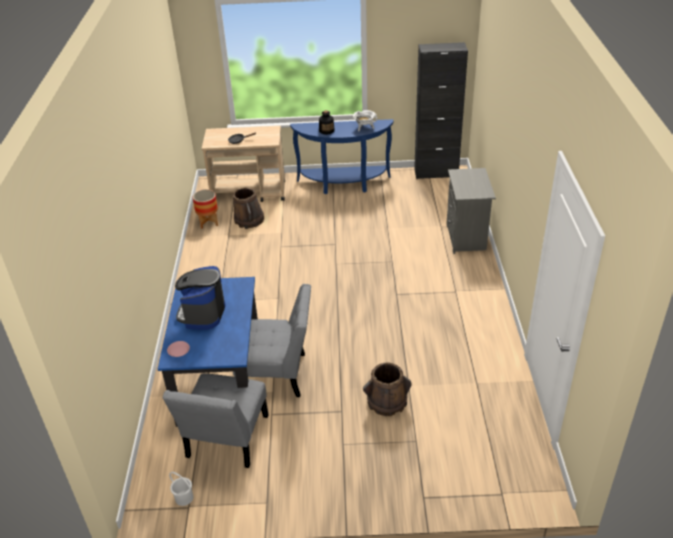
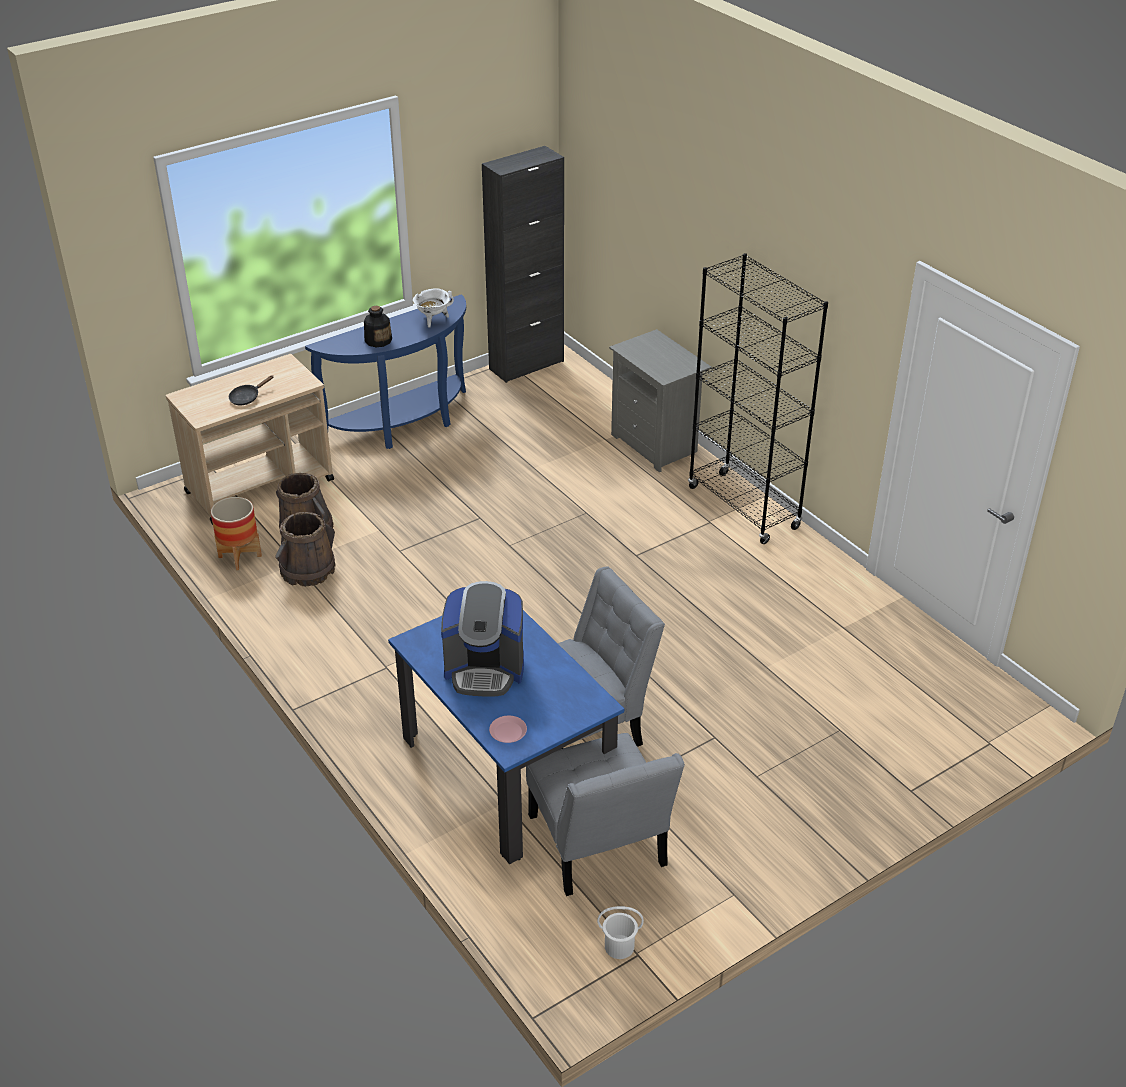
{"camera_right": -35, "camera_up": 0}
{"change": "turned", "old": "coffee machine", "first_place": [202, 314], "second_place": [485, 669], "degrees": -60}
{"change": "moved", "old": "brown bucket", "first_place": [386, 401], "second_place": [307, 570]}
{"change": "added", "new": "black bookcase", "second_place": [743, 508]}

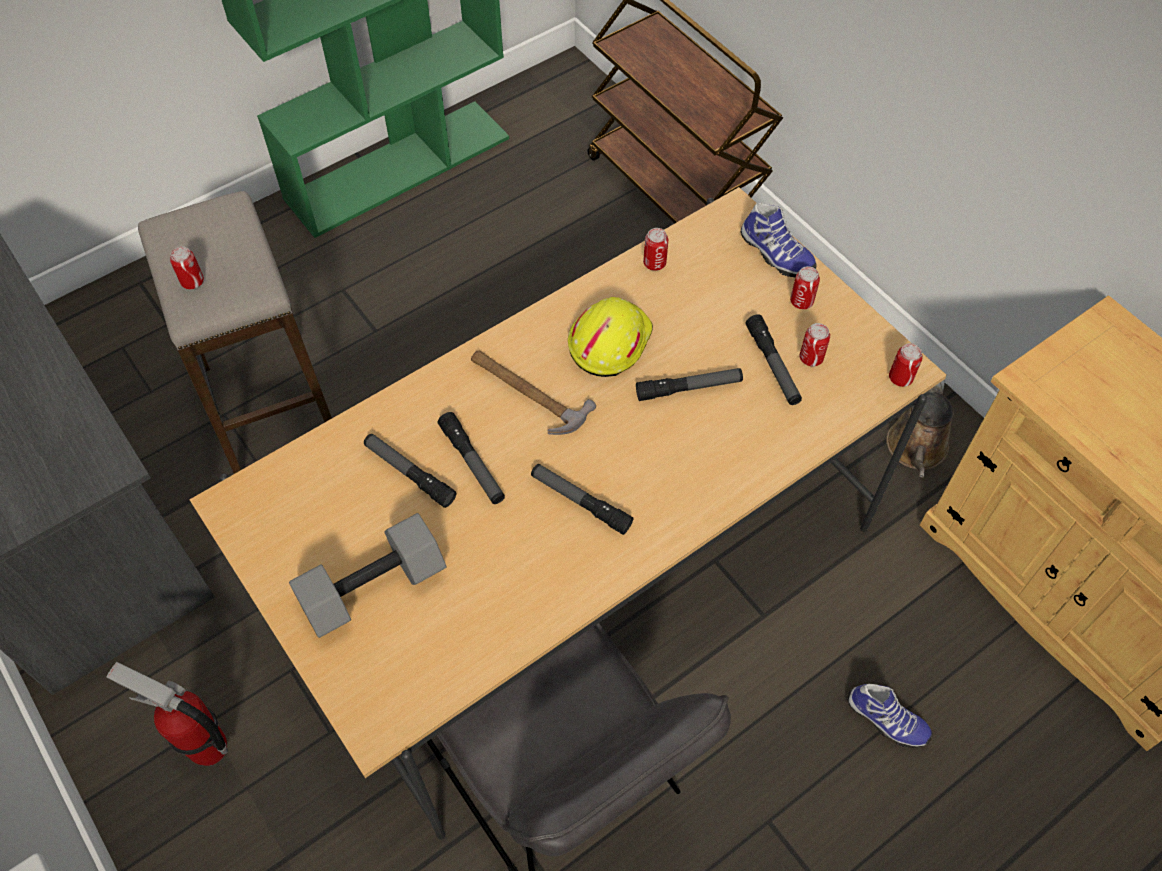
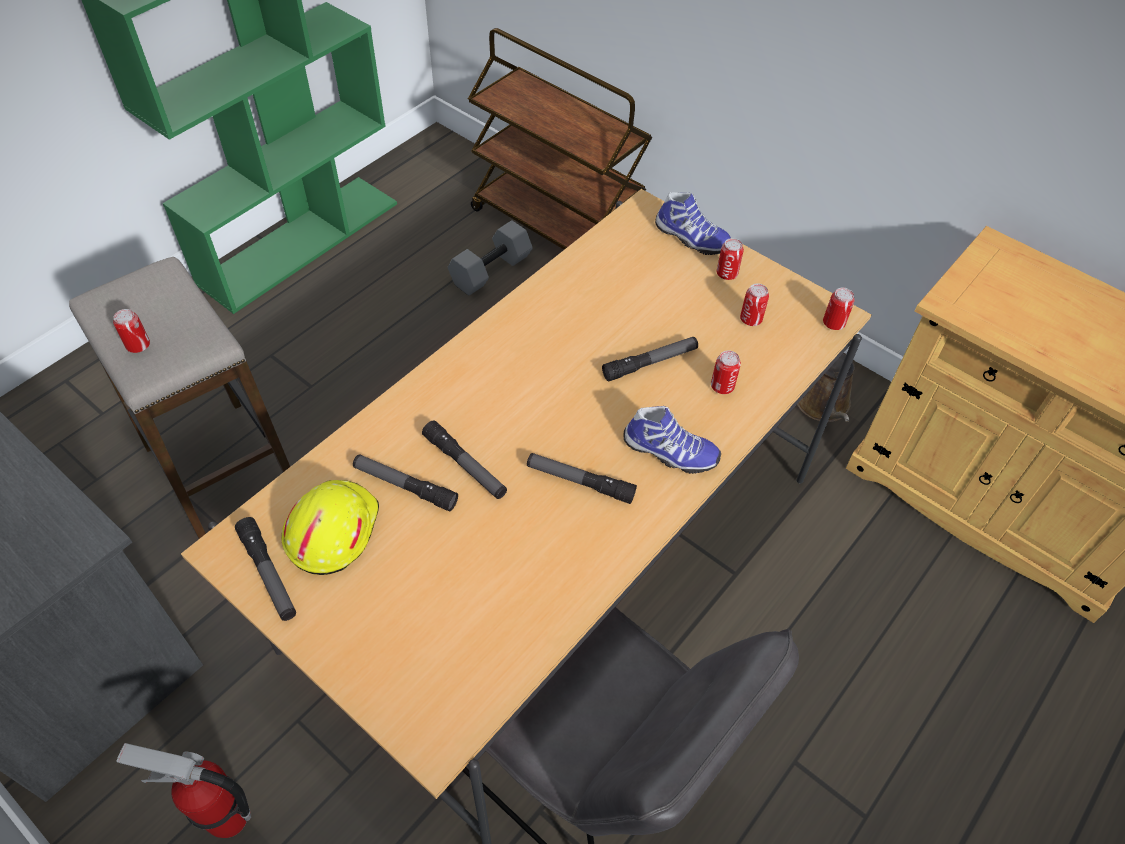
{"camera_right": -15, "camera_up": -5}
{"change": "moved", "old": "can", "first_place": [654, 263], "second_place": [722, 386]}
{"change": "moved", "old": "yellow hard hat", "first_place": [608, 341], "second_place": [331, 530]}
{"change": "moved", "old": "flashlight", "first_place": [773, 365], "second_place": [268, 573]}
{"change": "removed", "old": "hammer", "first_place": [526, 392]}
{"change": "moved", "old": "grey dumbbell", "first_place": [372, 590], "second_place": [491, 272]}
{"change": "moved", "old": "shoe", "first_place": [886, 720], "second_place": [669, 453]}

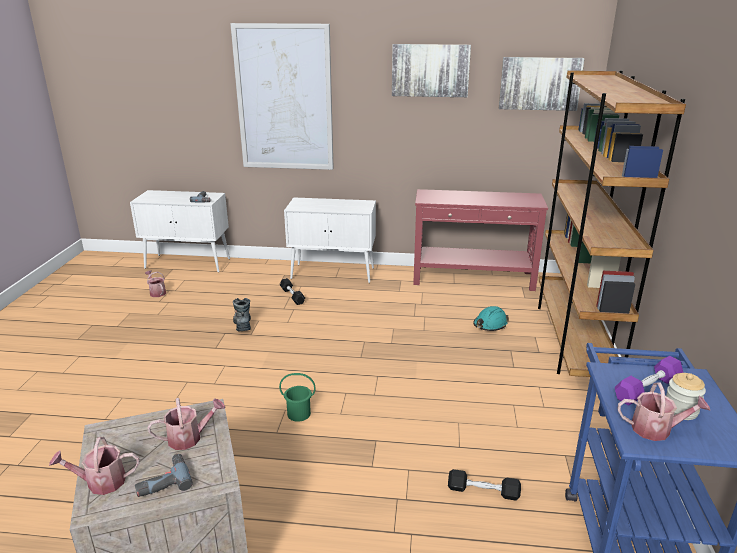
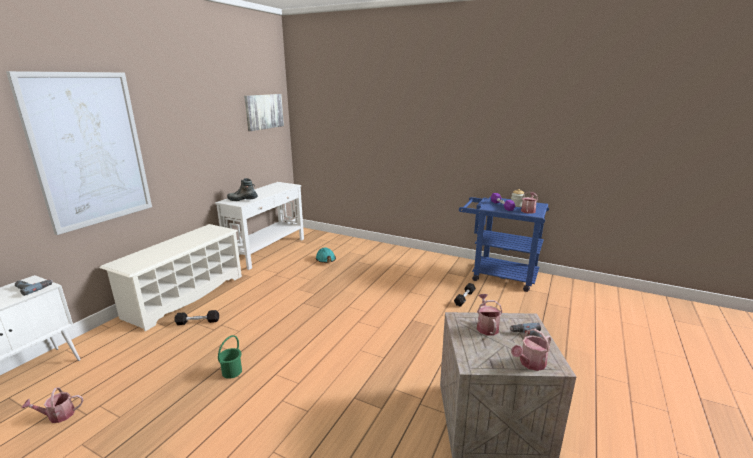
{"camera_right": -70, "camera_up": -5}
{"change": "removed", "old": "picture", "first_place": [430, 70]}
{"change": "removed", "old": "brown bookcase", "first_place": [573, 339]}
{"change": "recoloured", "old": "red console table", "new": "white console table", "first_place": [473, 279], "second_place": [267, 250]}
{"change": "replaced", "old": "white cabinet", "new": "white shoe rack", "first_place": [333, 273], "second_place": [185, 296]}
{"change": "moved", "old": "boot", "first_place": [242, 324], "second_place": [242, 199]}
{"change": "moved", "old": "green bucket", "first_place": [298, 413], "second_place": [231, 372]}
{"change": "turned", "old": "watering can", "first_place": [101, 482], "second_place": [530, 364], "degrees": 45}

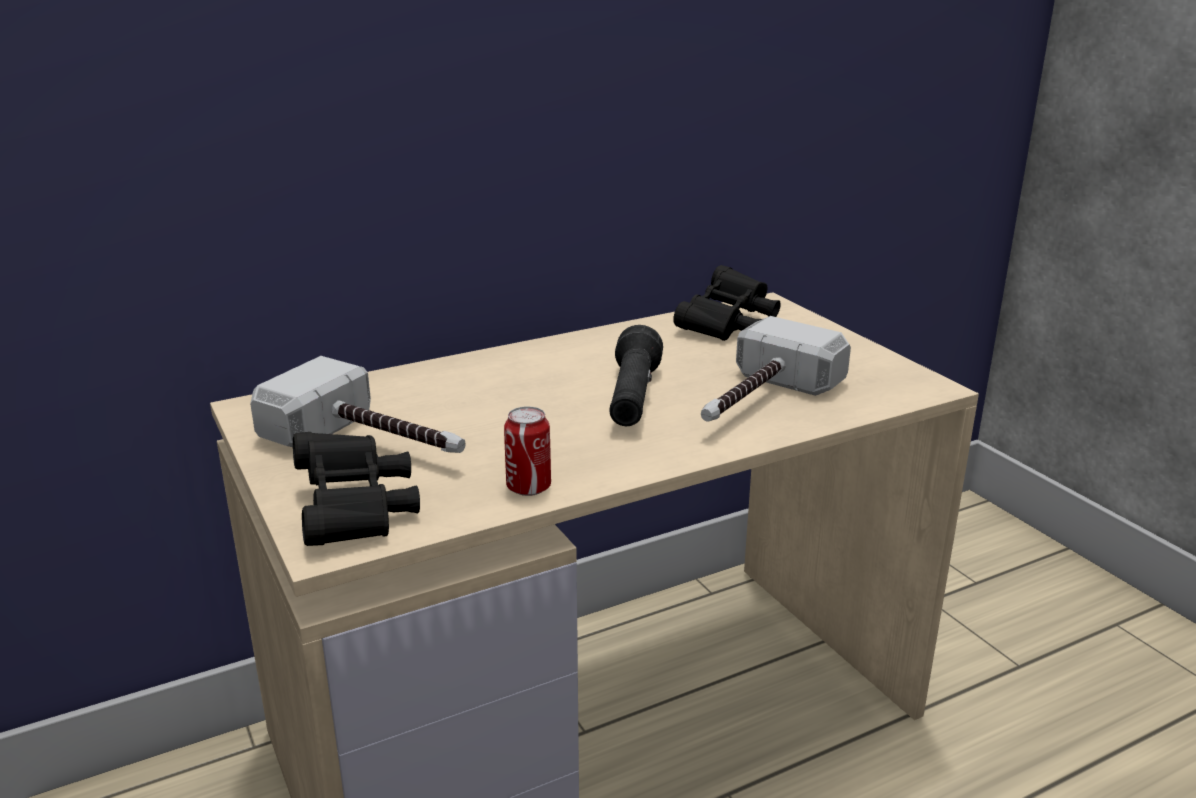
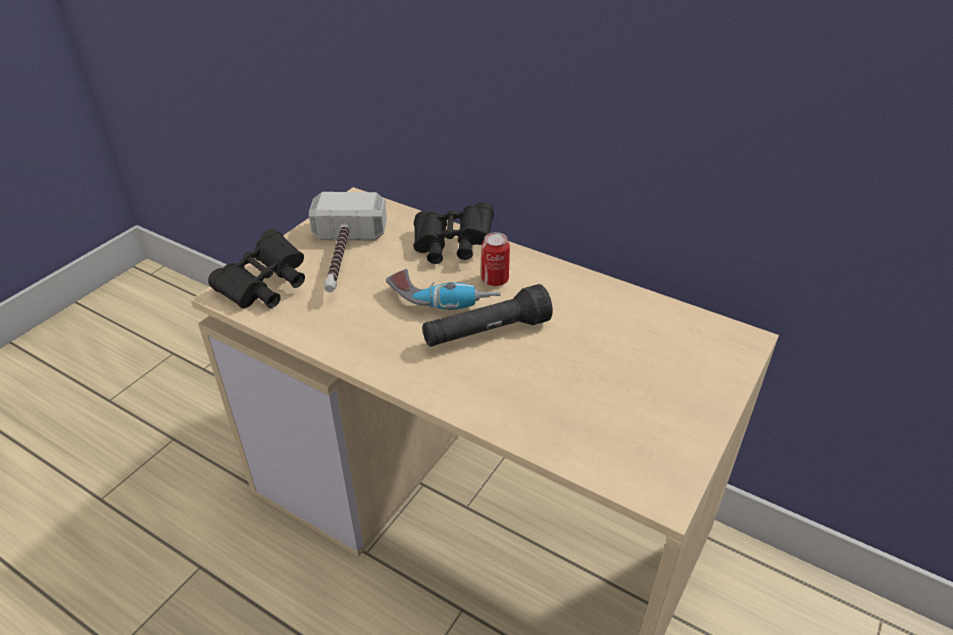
{"camera_right": 60, "camera_up": 15}
{"change": "moved", "old": "black binoculars", "first_place": [728, 326], "second_place": [451, 247]}
{"change": "removed", "old": "hammer", "first_place": [758, 401]}
{"change": "moved", "old": "can", "first_place": [528, 487], "second_place": [495, 280]}
{"change": "added", "new": "power drill", "second_place": [443, 299]}

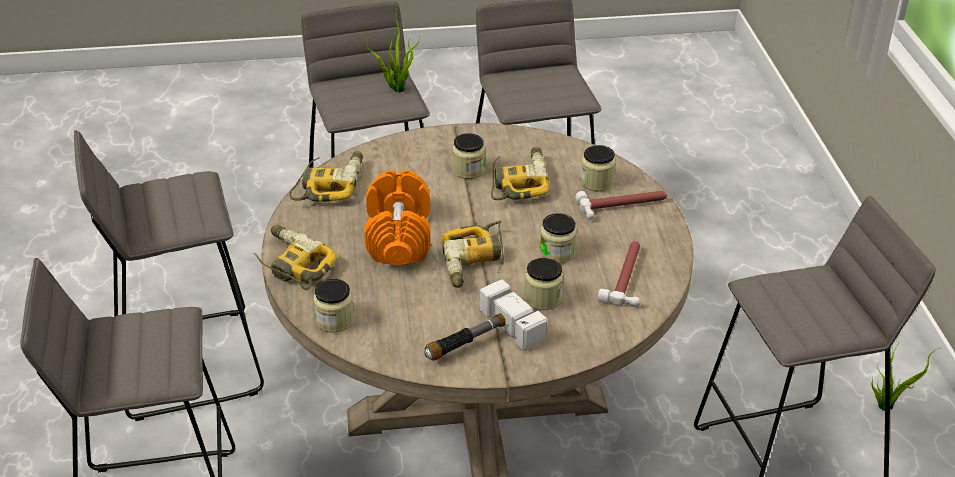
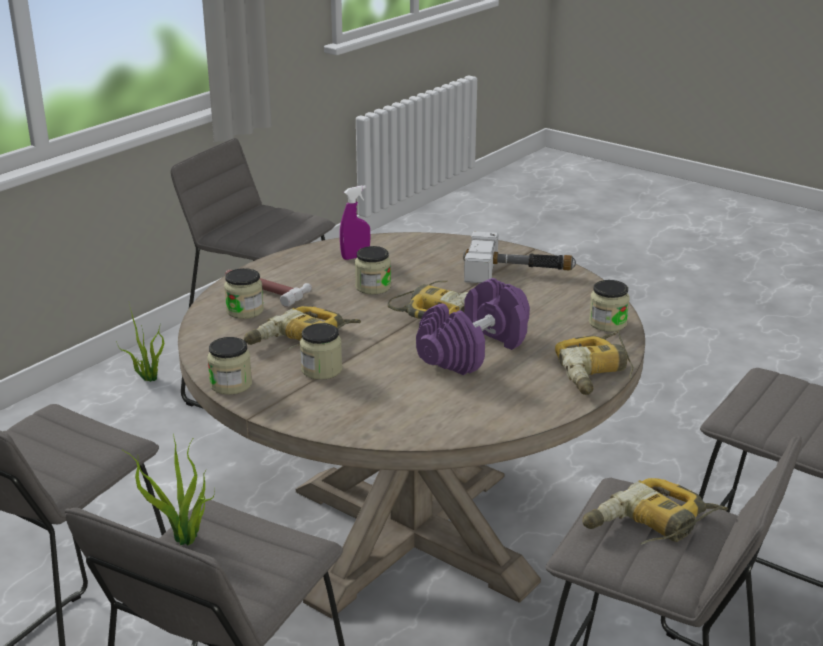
{"camera_right": -135, "camera_up": -10}
{"change": "moved", "old": "power drill", "first_place": [329, 184], "second_place": [651, 527]}
{"change": "recoloured", "old": "orange dumbbell", "new": "purple dumbbell", "first_place": [398, 236], "second_place": [473, 351]}
{"change": "replaced", "old": "hammer", "new": "purple spray bottle", "first_place": [627, 276], "second_place": [355, 257]}
{"change": "moved", "old": "jar", "first_place": [543, 298], "second_place": [231, 384]}

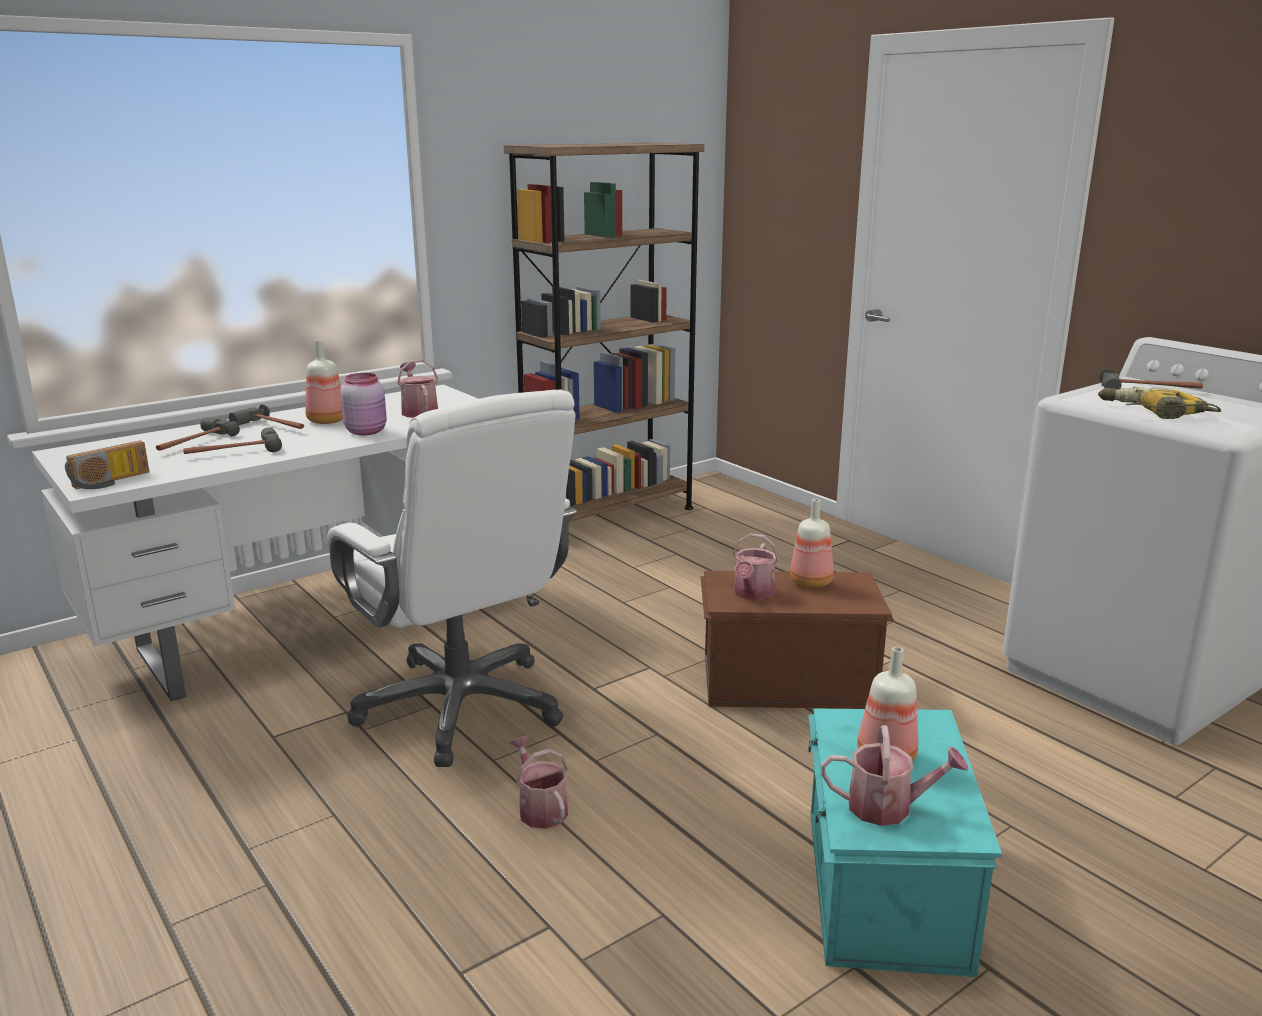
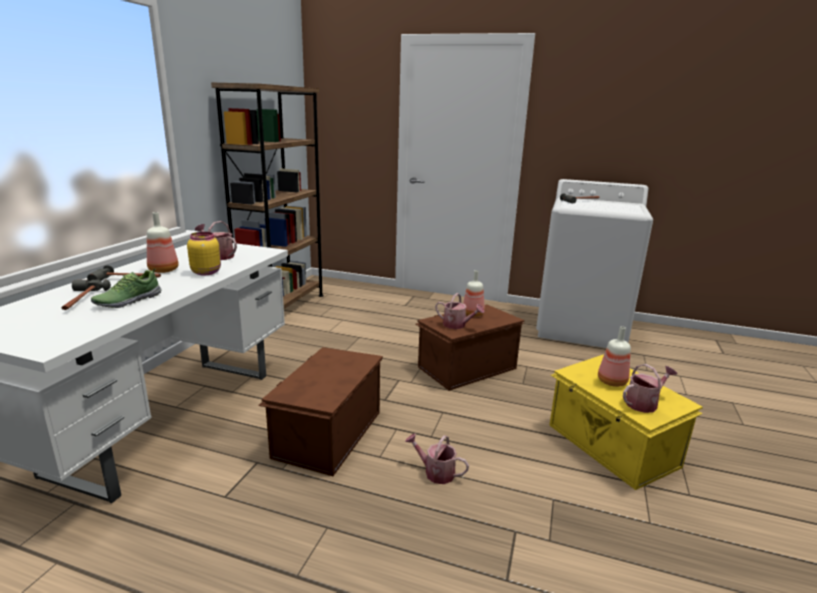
{"camera_right": -35, "camera_up": 0}
{"change": "recoloured", "old": "pink jar", "new": "yellow jar", "first_place": [367, 431], "second_place": [206, 272]}
{"change": "removed", "old": "power drill", "first_place": [1154, 413]}
{"change": "replaced", "old": "white office chair", "new": "brown storage box", "first_place": [461, 707], "second_place": [326, 434]}
{"change": "replaced", "old": "hammer", "new": "shoe", "first_place": [233, 452], "second_place": [128, 300]}
{"change": "removed", "old": "radio", "first_place": [111, 482]}
{"change": "turned", "old": "watering can", "first_place": [752, 593], "second_place": [457, 325], "degrees": -45}
{"change": "recoloured", "old": "turquoise storage box", "new": "yellow storage box", "first_place": [881, 888], "second_place": [611, 446]}

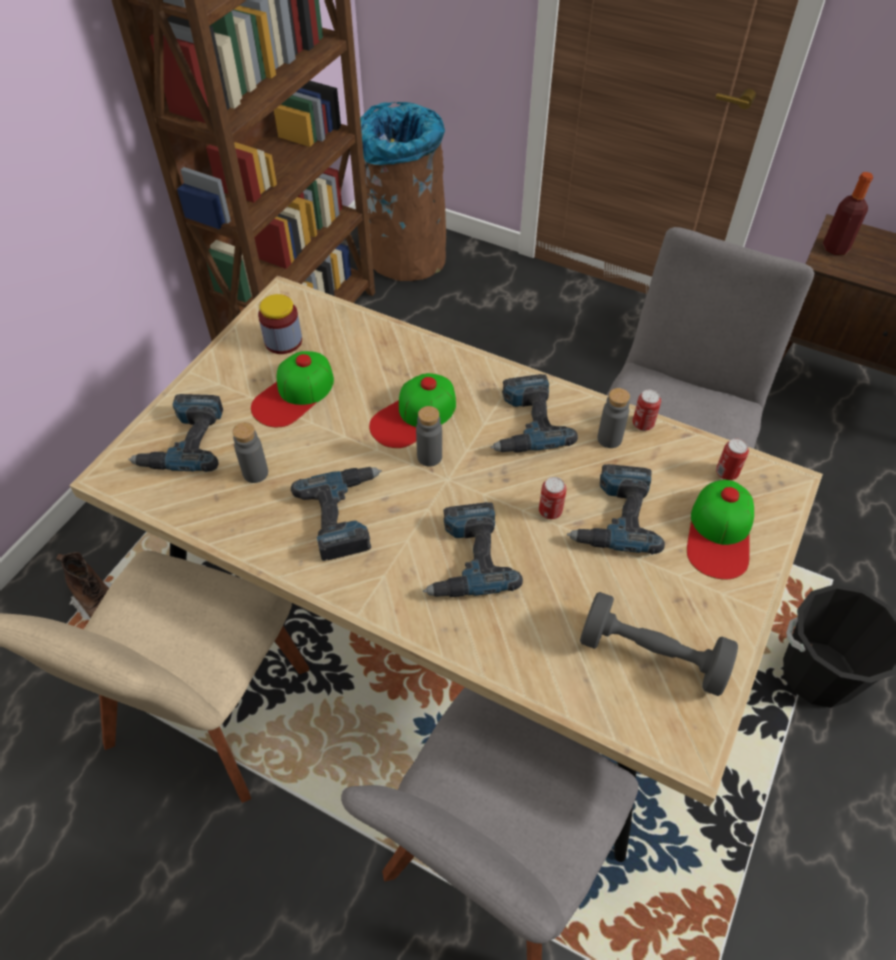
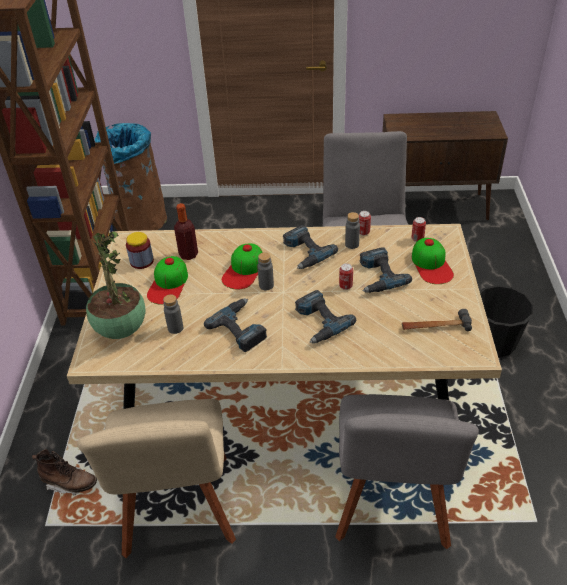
{"camera_right": -25, "camera_up": -10}
{"change": "moved", "old": "bottle", "first_place": [835, 248], "second_place": [188, 254]}
{"change": "replaced", "old": "power drill", "new": "potted plant", "first_place": [184, 441], "second_place": [121, 329]}
{"change": "replaced", "old": "grey dumbbell", "new": "hammer", "first_place": [652, 655], "second_place": [436, 326]}

